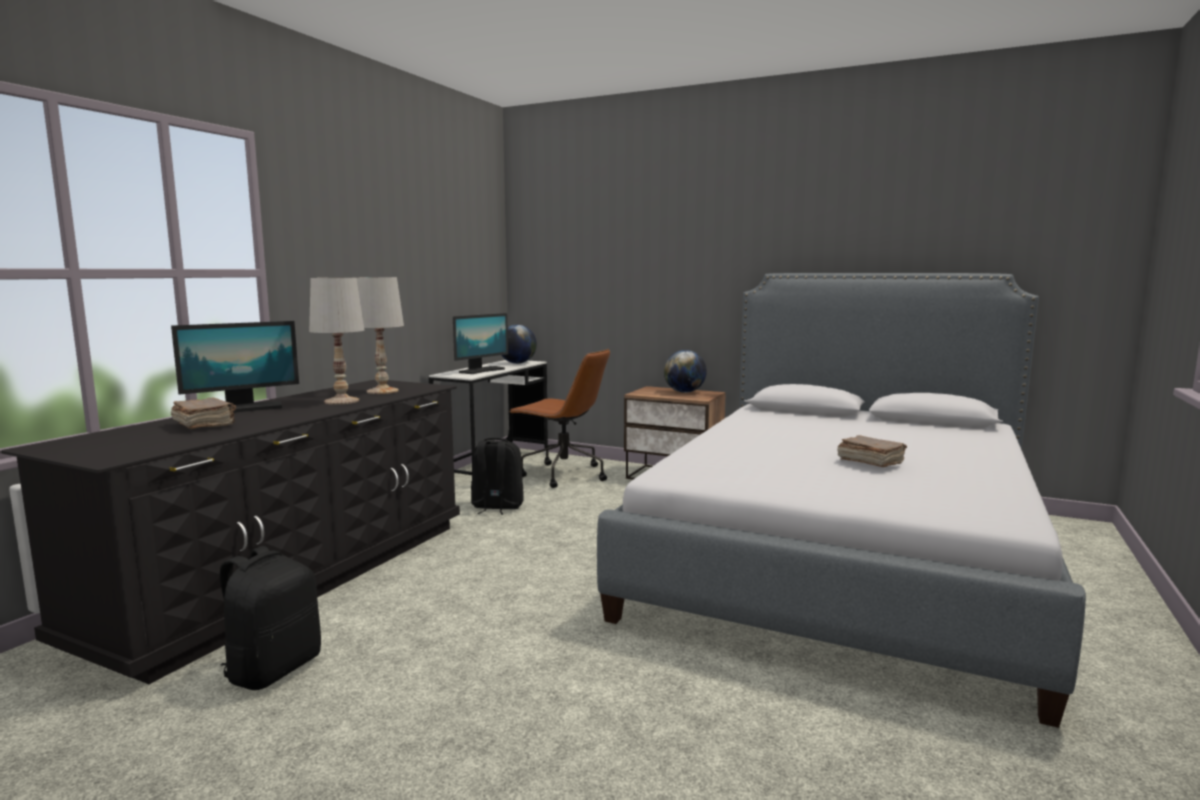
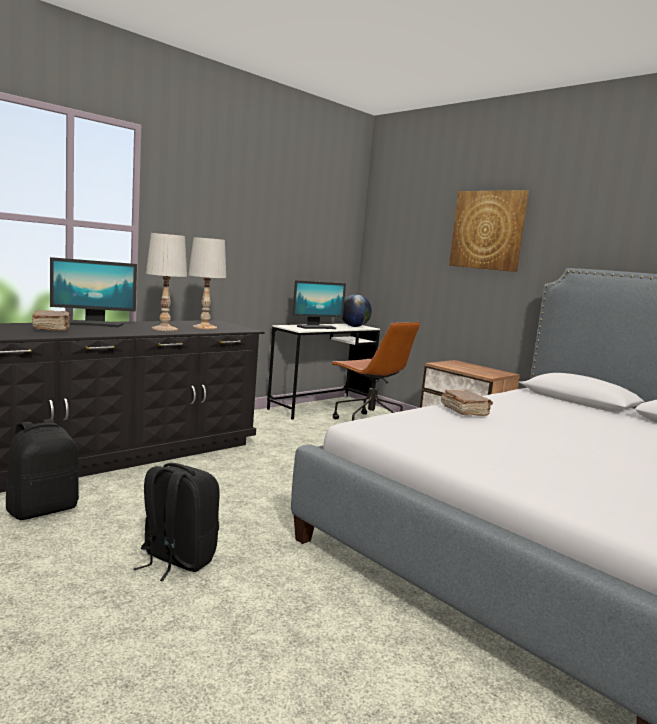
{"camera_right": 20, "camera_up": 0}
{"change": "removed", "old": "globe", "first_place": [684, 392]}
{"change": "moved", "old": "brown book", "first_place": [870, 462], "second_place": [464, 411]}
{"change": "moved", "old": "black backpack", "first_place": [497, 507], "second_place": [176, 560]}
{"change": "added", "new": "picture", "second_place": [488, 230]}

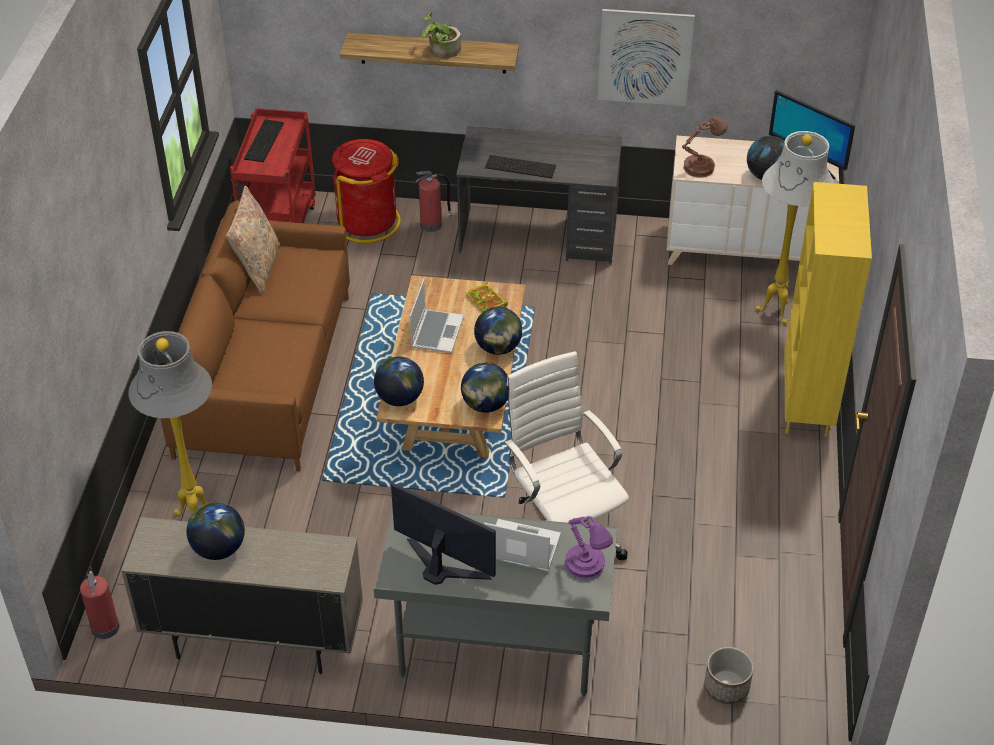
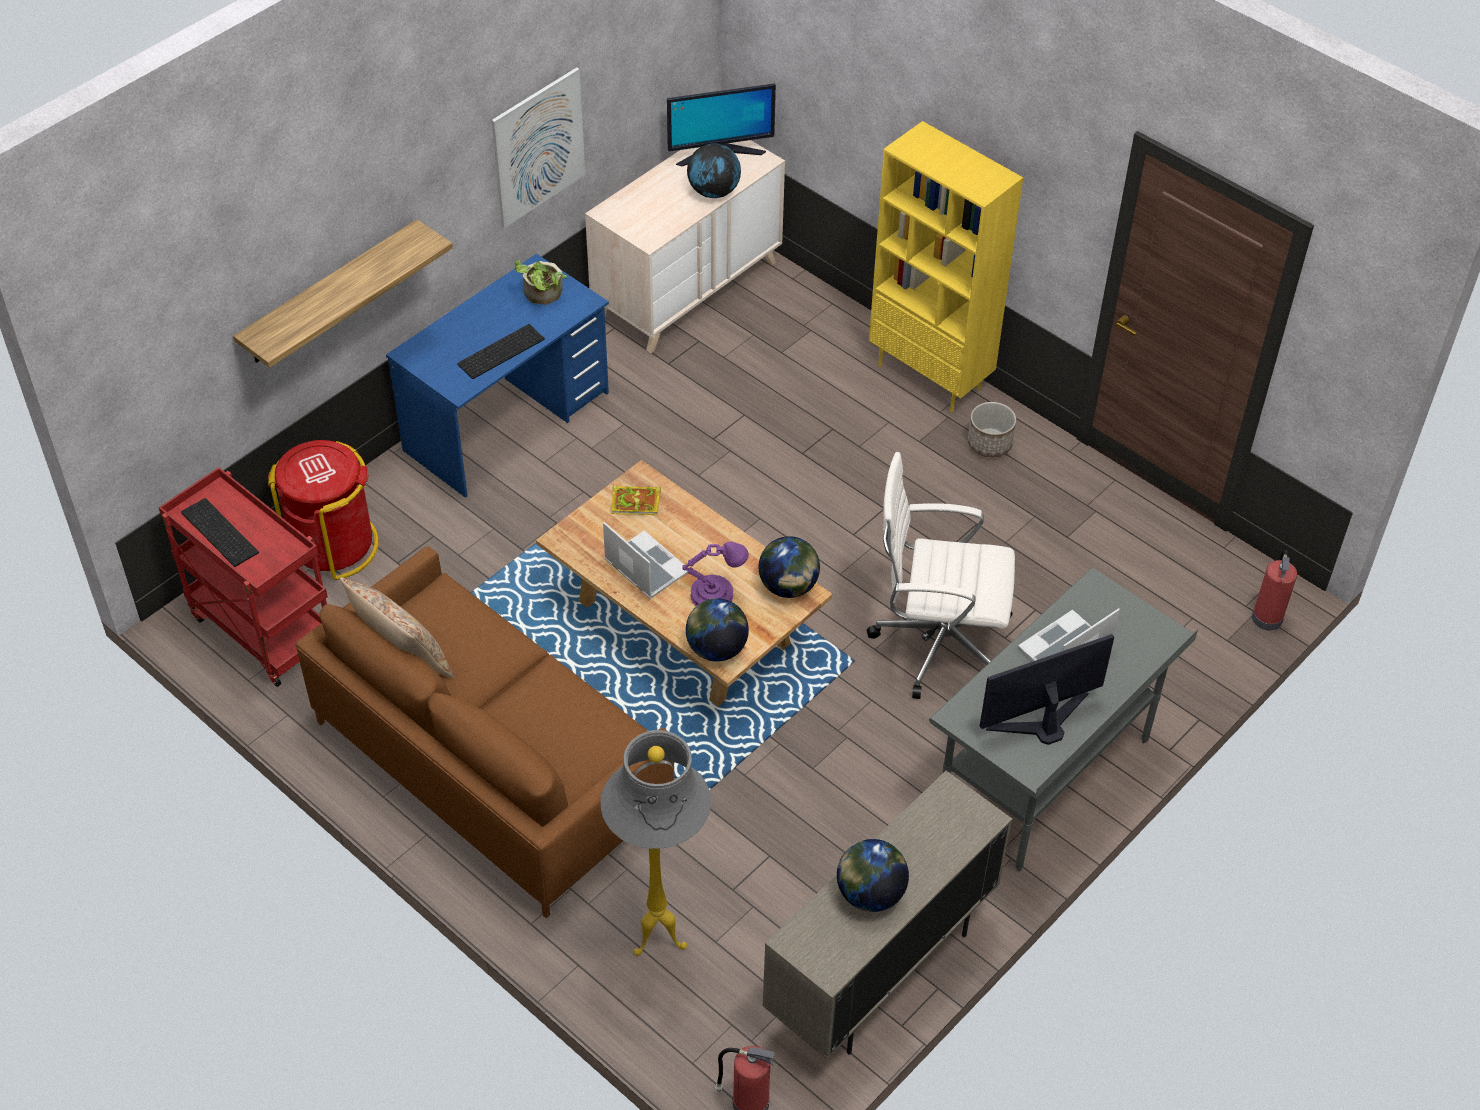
{"camera_right": -55, "camera_up": 5}
{"change": "moved", "old": "potted plant", "first_place": [441, 51], "second_place": [542, 295]}
{"change": "removed", "old": "brown table lamp", "first_place": [701, 167]}
{"change": "recoloured", "old": "grey desk", "new": "blue desk", "first_place": [538, 236], "second_place": [507, 422]}
{"change": "removed", "old": "white floor lamp", "first_place": [777, 313]}
{"change": "moved", "old": "fire extinguisher", "first_place": [432, 224], "second_place": [1267, 617]}
{"change": "removed", "old": "globe", "first_place": [498, 348]}
{"change": "moved", "old": "purple table lamp", "first_place": [587, 566], "second_place": [716, 595]}
{"change": "moved", "old": "planter", "first_place": [726, 687], "second_place": [989, 444]}

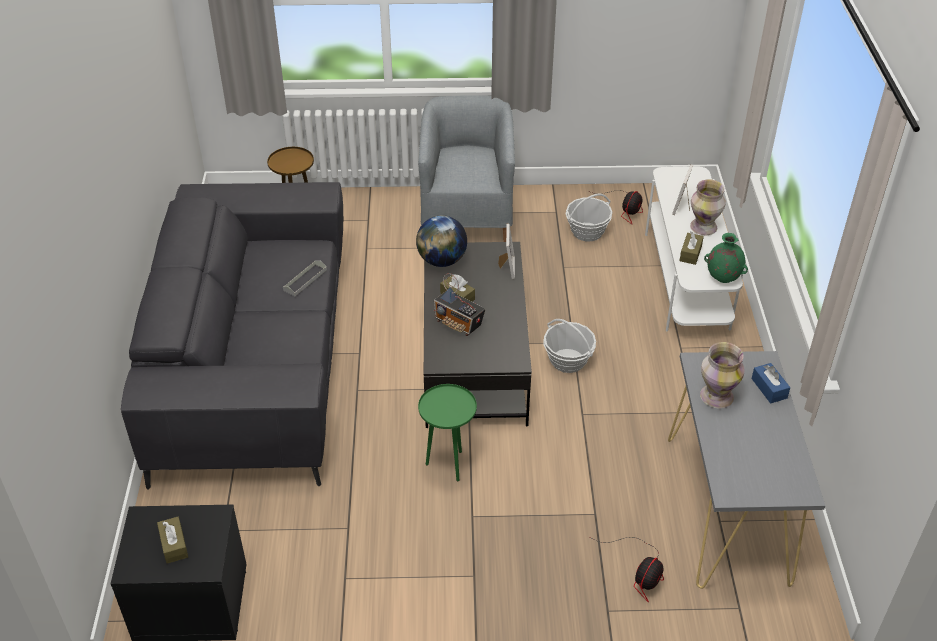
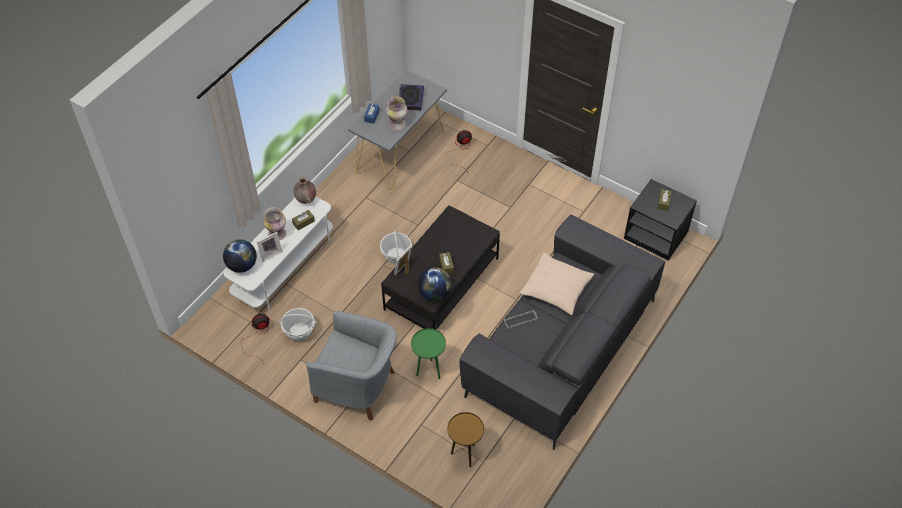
{"camera_right": -145, "camera_up": 10}
{"change": "turned", "old": "grey armchair", "first_place": [467, 218], "second_place": [358, 387], "degrees": -105}
{"change": "recoloured", "old": "green vase", "new": "brown vase", "first_place": [722, 278], "second_place": [306, 200]}
{"change": "removed", "old": "radio", "first_place": [459, 324]}
{"change": "moved", "old": "green side table", "first_place": [448, 465], "second_place": [429, 371]}
{"change": "added", "new": "book", "second_place": [410, 99]}
{"change": "added", "new": "globe", "second_place": [242, 265]}
{"change": "added", "new": "beige pillow", "second_place": [556, 289]}

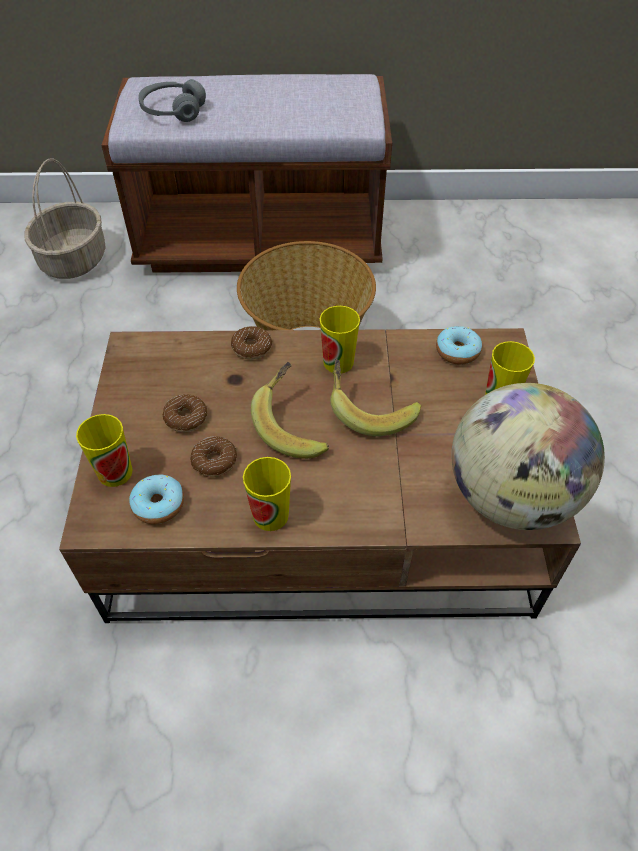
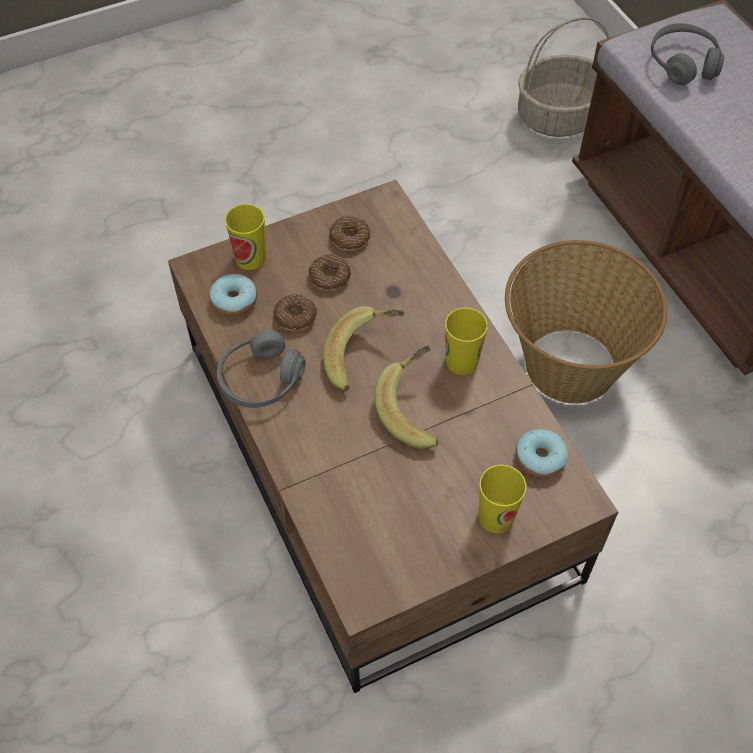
{"camera_right": 65, "camera_up": 5}
{"change": "moved", "old": "donut", "first_place": [251, 348], "second_place": [349, 238]}
{"change": "removed", "old": "globe", "first_place": [510, 496]}
{"change": "replaced", "old": "cup", "new": "grey headphones", "first_place": [270, 515], "second_place": [261, 379]}

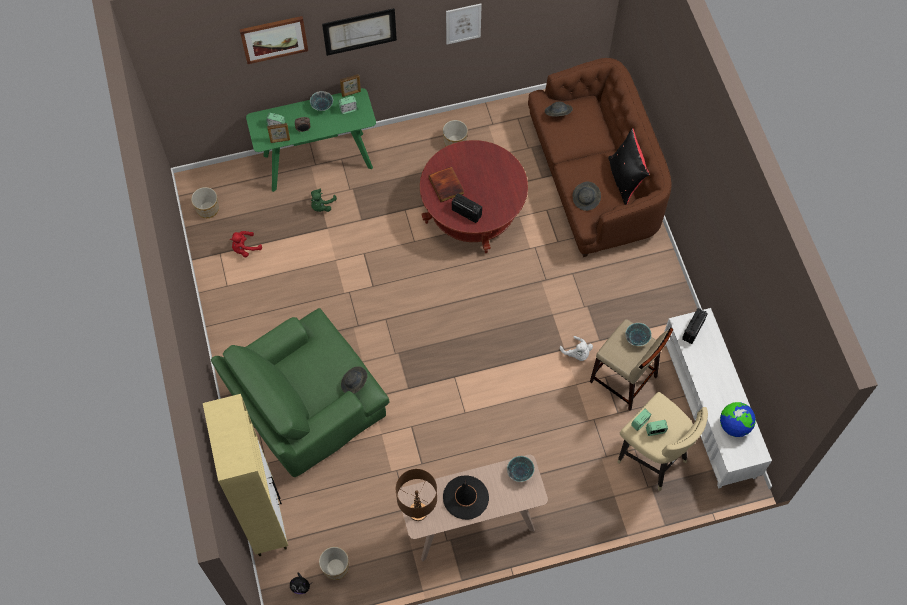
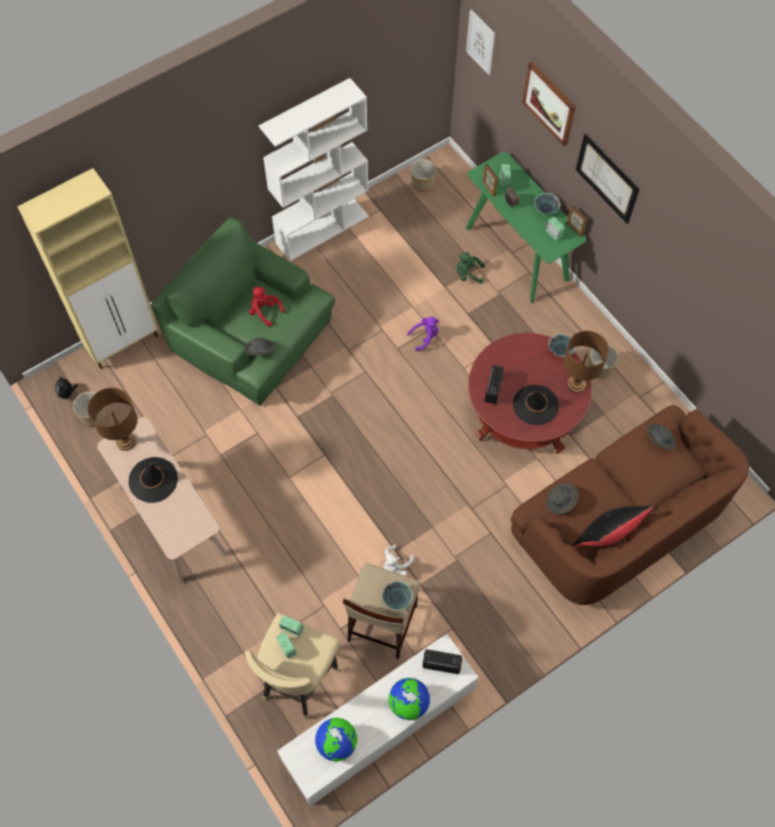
{"camera_right": 70, "camera_up": 0}
{"change": "moved", "old": "picture", "first_place": [463, 23], "second_place": [481, 42]}
{"change": "removed", "old": "book", "first_place": [447, 185]}
{"change": "moved", "old": "red plush toy", "first_place": [245, 248], "second_place": [264, 311]}
{"change": "moved", "old": "bowl", "first_place": [520, 472], "second_place": [560, 351]}
{"change": "added", "new": "white bookcase", "second_place": [322, 229]}
{"change": "added", "new": "purple plush toy", "second_place": [425, 337]}
{"change": "added", "new": "brown table lamp", "second_place": [576, 384]}
{"change": "added", "new": "black hat", "second_place": [535, 405]}
{"change": "added", "new": "globe", "second_place": [408, 703]}

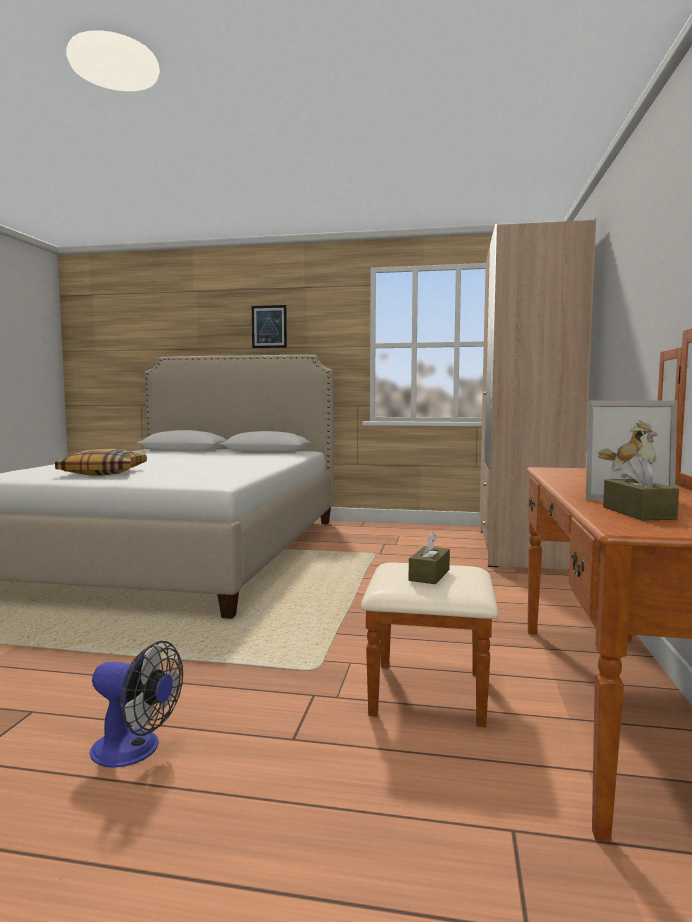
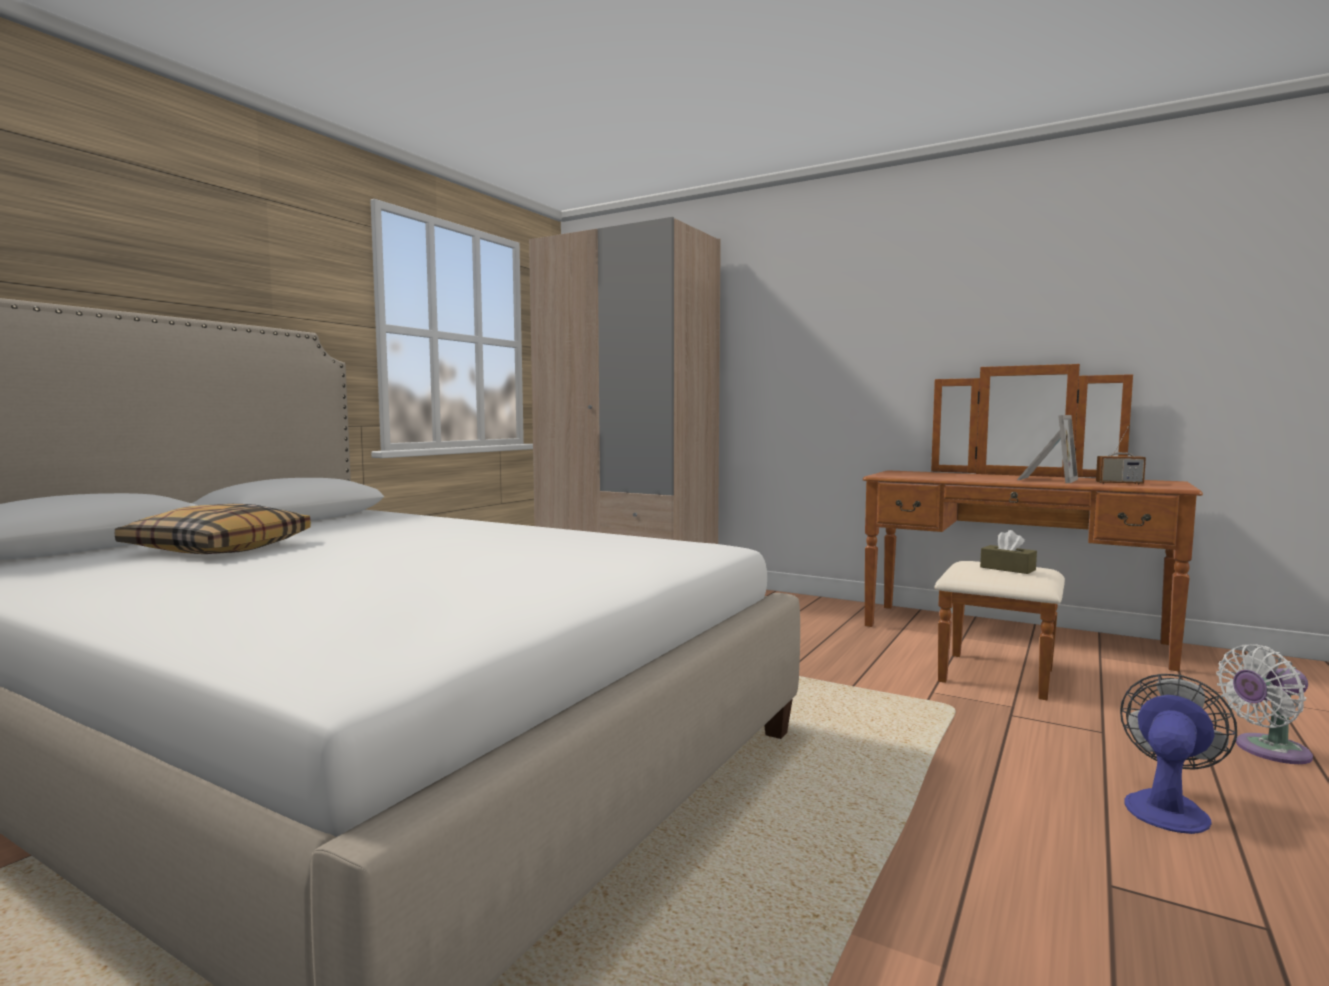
{"camera_right": -70, "camera_up": 0}
{"change": "removed", "old": "picture", "first_place": [269, 326]}
{"change": "moved", "old": "pillow", "first_place": [104, 472], "second_place": [219, 548]}
{"change": "replaced", "old": "brown tissue box", "new": "radio", "first_place": [638, 513], "second_place": [1119, 483]}
{"change": "added", "new": "white fan", "second_place": [1267, 751]}

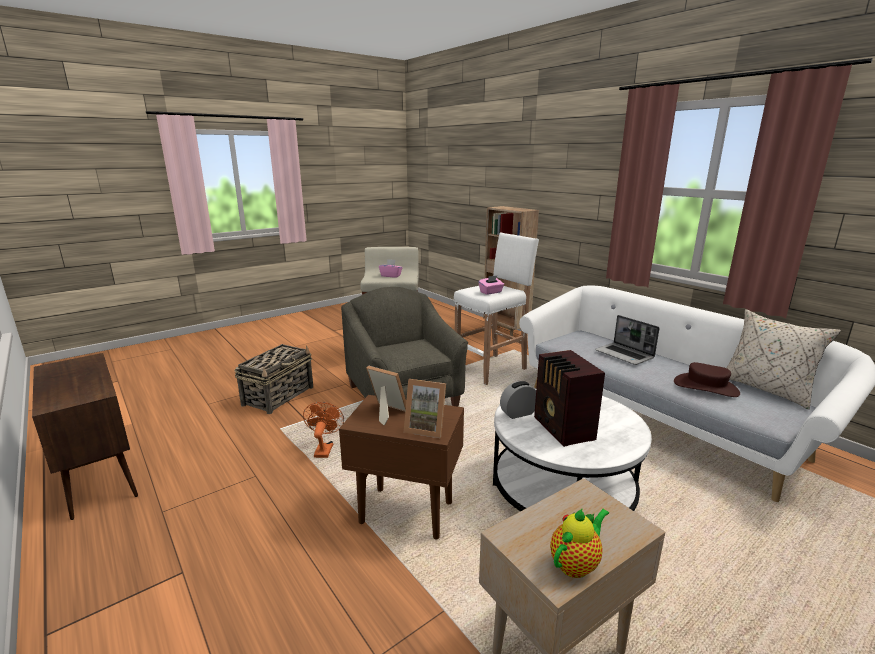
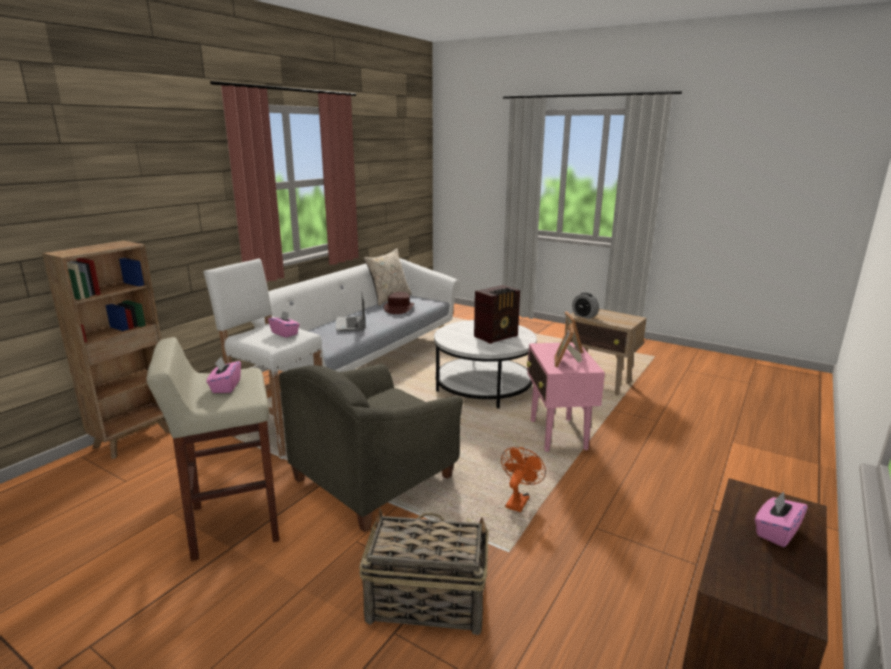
{"camera_right": -110, "camera_up": 0}
{"change": "turned", "old": "laptop", "first_place": [625, 355], "second_place": [351, 324], "degrees": 135}
{"change": "moved", "old": "alarm clock", "first_place": [518, 413], "second_place": [584, 316]}
{"change": "recoloured", "old": "brown side table", "new": "pink side table", "first_place": [405, 512], "second_place": [558, 435]}
{"change": "turned", "old": "orange fan", "first_place": [324, 448], "second_place": [518, 500], "degrees": 135}
{"change": "removed", "old": "teapot", "first_place": [576, 563]}
{"change": "added", "new": "pink tissue box", "second_place": [776, 532]}

